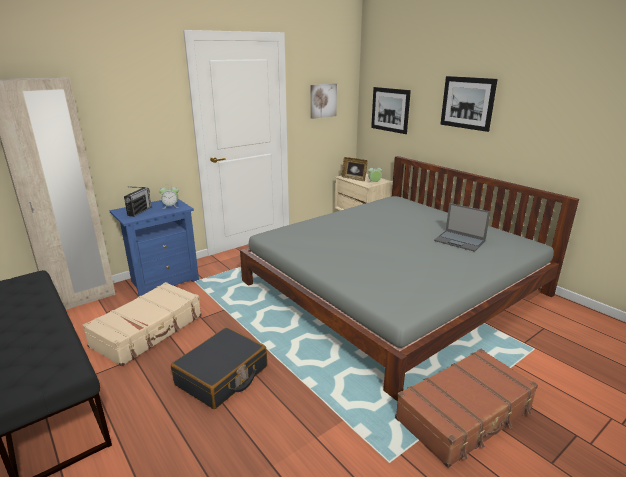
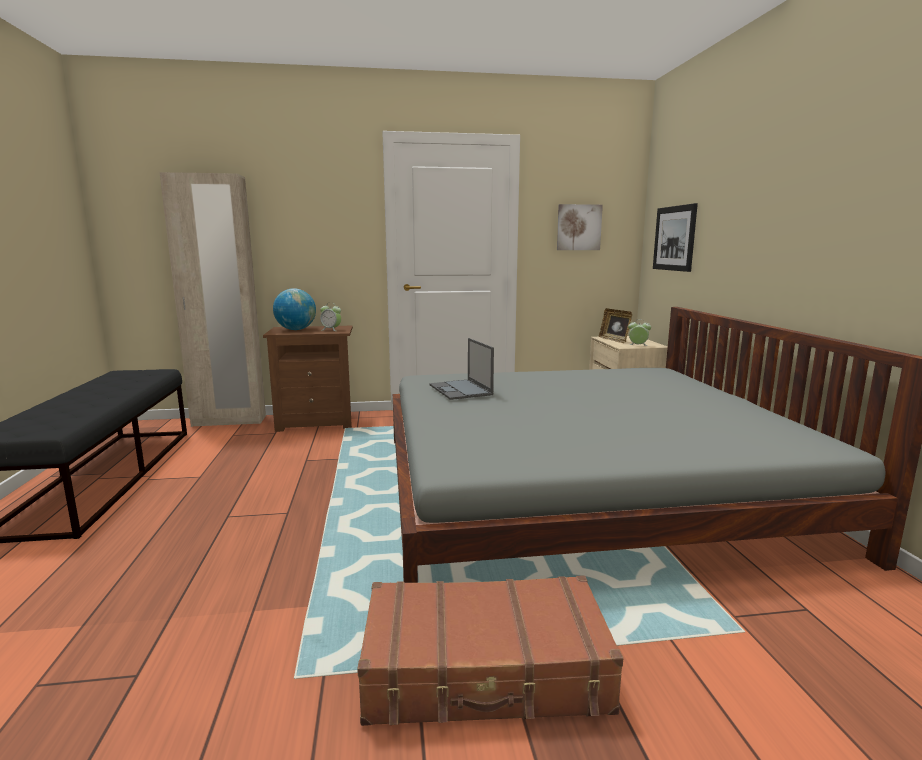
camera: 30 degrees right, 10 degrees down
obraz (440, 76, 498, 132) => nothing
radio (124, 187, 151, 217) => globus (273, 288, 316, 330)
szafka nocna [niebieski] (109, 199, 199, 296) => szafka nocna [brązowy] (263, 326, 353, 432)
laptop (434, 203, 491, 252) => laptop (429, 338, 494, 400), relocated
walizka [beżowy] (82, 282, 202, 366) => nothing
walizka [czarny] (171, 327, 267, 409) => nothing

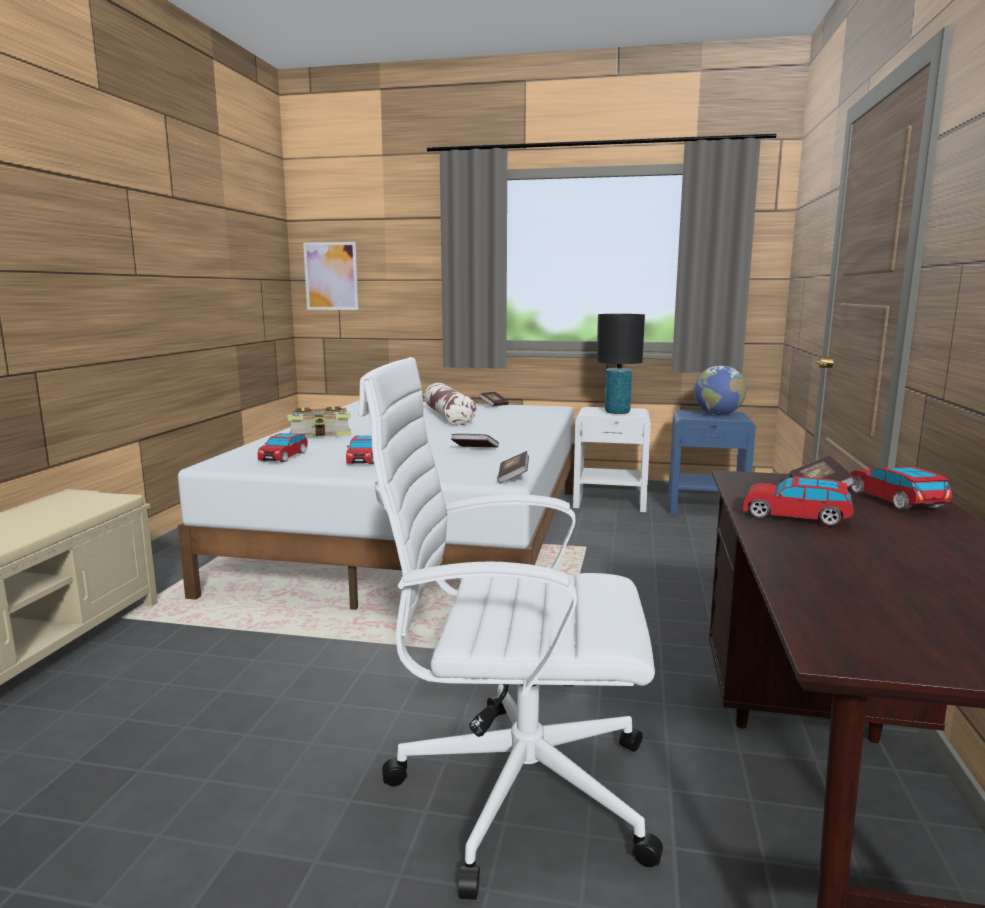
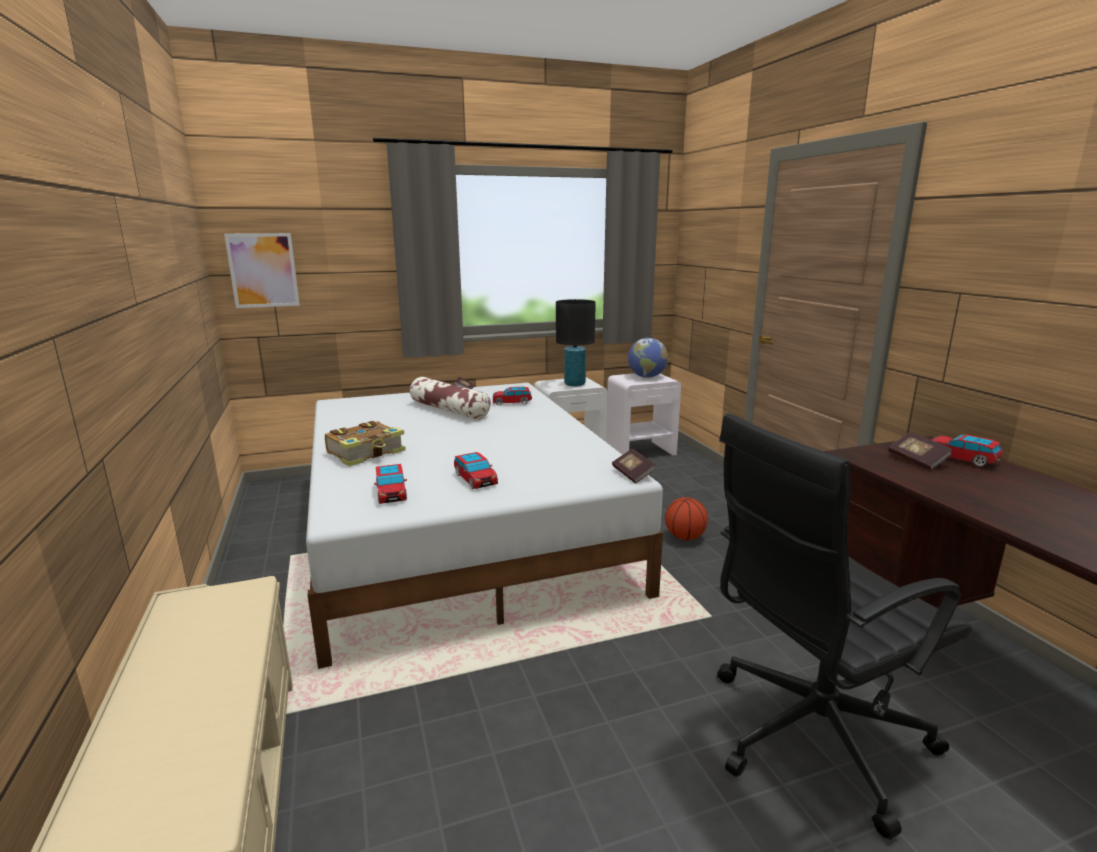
camera: 30 degrees left, 5 degrees up
krzesło biurowe [biały] (358, 357, 663, 900) => krzesło biurowe [czarny] (717, 413, 971, 840)
szafka nocna [niebieski] (668, 410, 756, 515) => szafka nocna [biały] (606, 373, 681, 455)
książka (451, 434, 499, 447) => nothing
samochodzik (743, 476, 854, 526) => samochodzik (493, 387, 532, 405), relocated
nothing => piłka do koszykówki (665, 497, 708, 540)

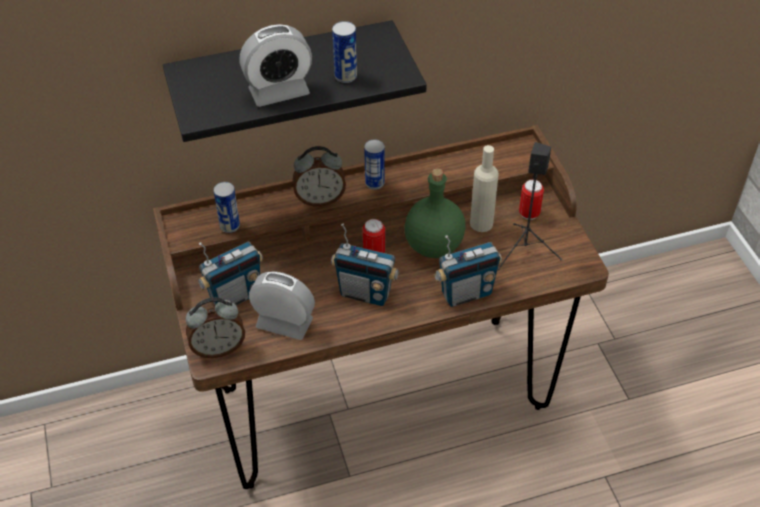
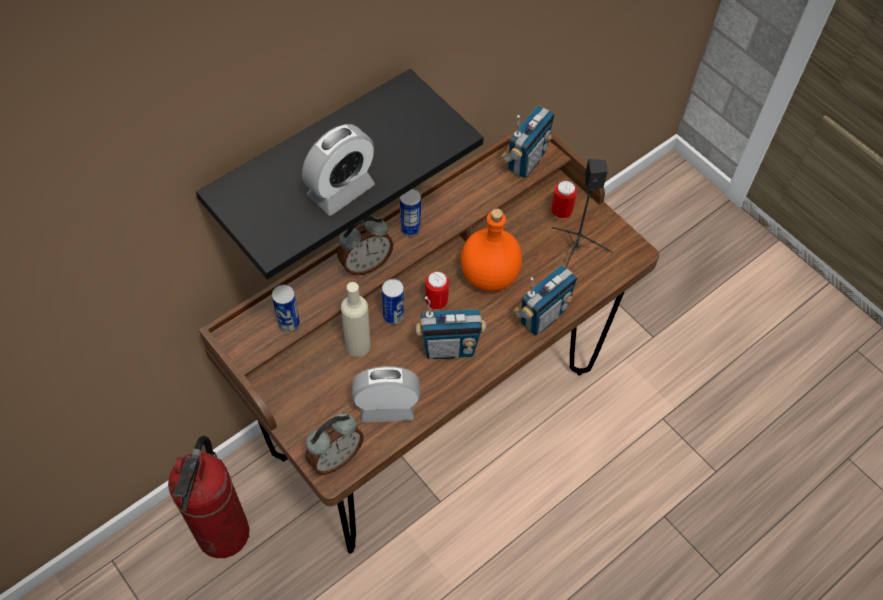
camera: 25 degrees left, 10 degrees up
puszka (332, 21, 357, 83) => puszka (382, 279, 404, 325), relocated
butelka [beżowy] (470, 145, 499, 232) => butelka [beżowy] (341, 282, 371, 357), relocated
butelka [zielony] (405, 168, 465, 258) => butelka [pomarańczowy] (461, 208, 522, 291)
radio (198, 242, 263, 306) => radio (501, 105, 554, 178), relocated
nothing => gaśnica (168, 436, 250, 558)

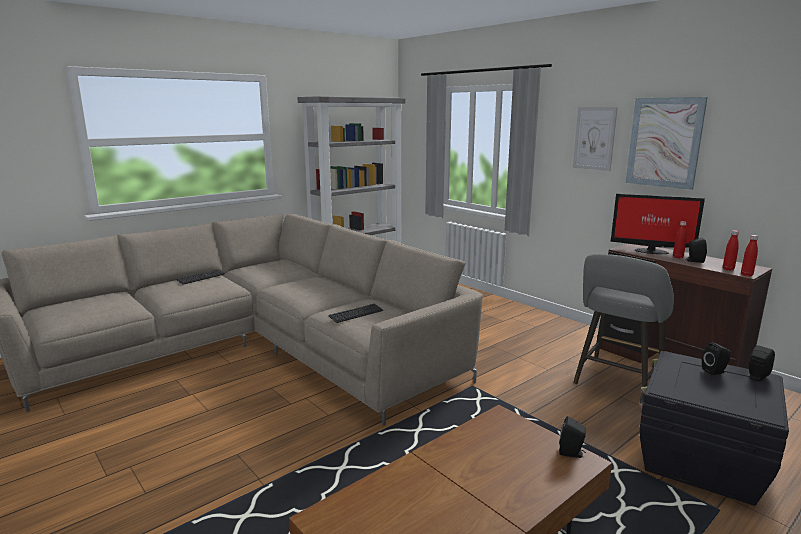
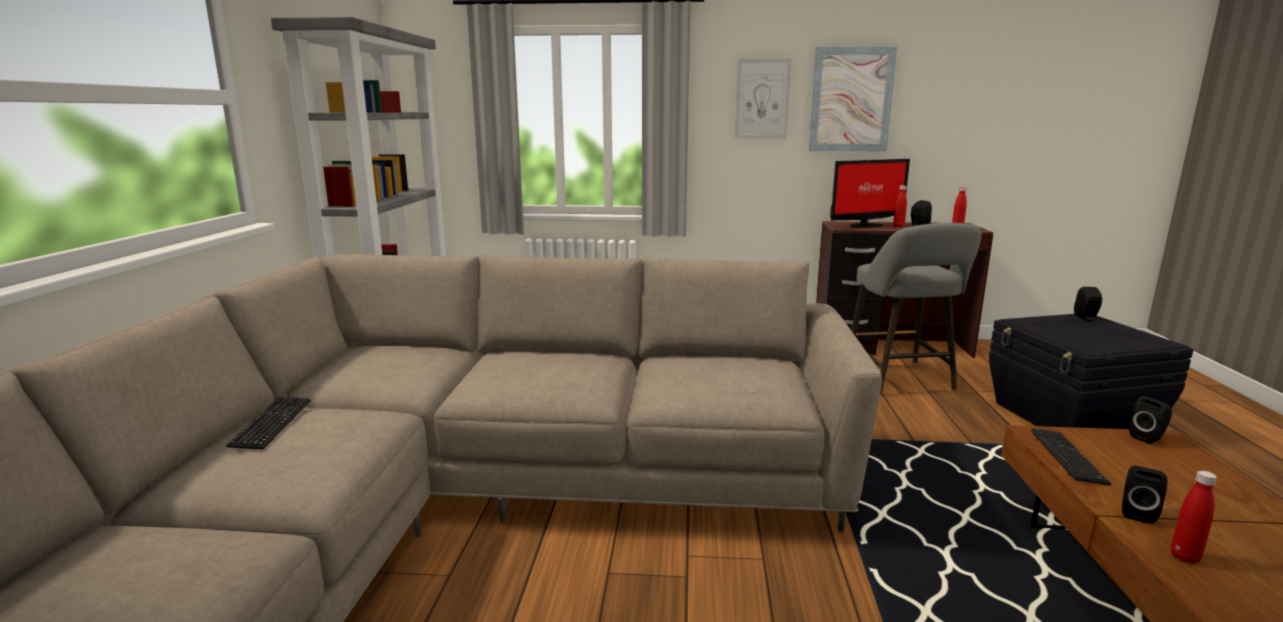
camera: 45 degrees left, 0 degrees up
butelka [czerwony] (741, 235, 758, 277) => butelka [czerwony] (1171, 471, 1217, 564), relocated
klawiatura (328, 304, 383, 323) => klawiatura (1031, 428, 1111, 485), relocated
głośnik [czarny] (702, 342, 731, 375) => głośnik [czarny] (1122, 466, 1167, 524), relocated

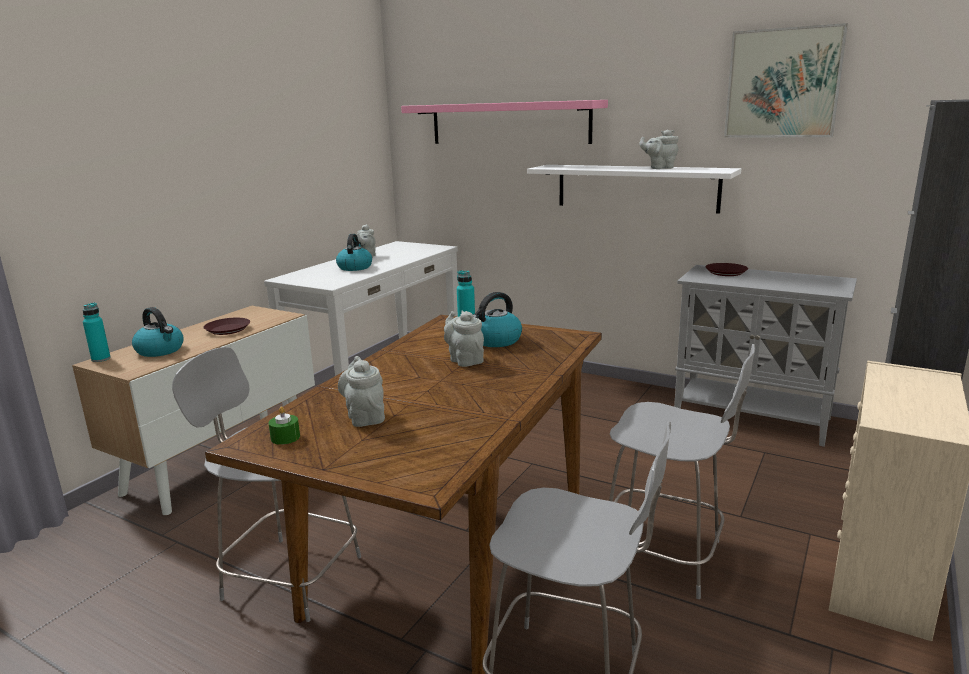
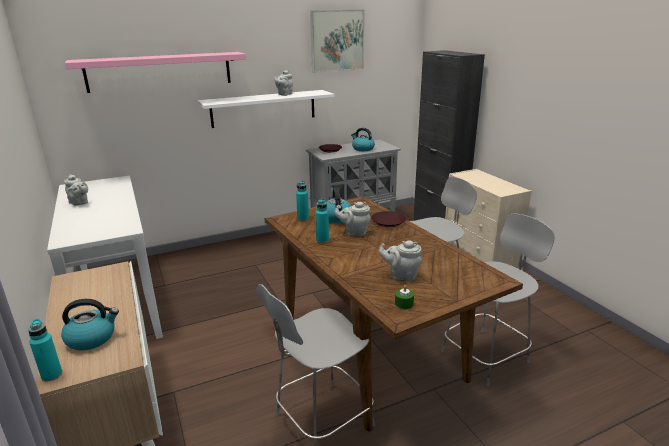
camera: 55 degrees left, 5 degrees up
czajnik (336, 234, 372, 271) => czajnik (351, 128, 375, 151), relocated
talerz [brązowy] (203, 318, 250, 335) => talerz [brązowy] (371, 211, 406, 227), relocated
nothing => butelka [turkusowy] (315, 199, 329, 243)

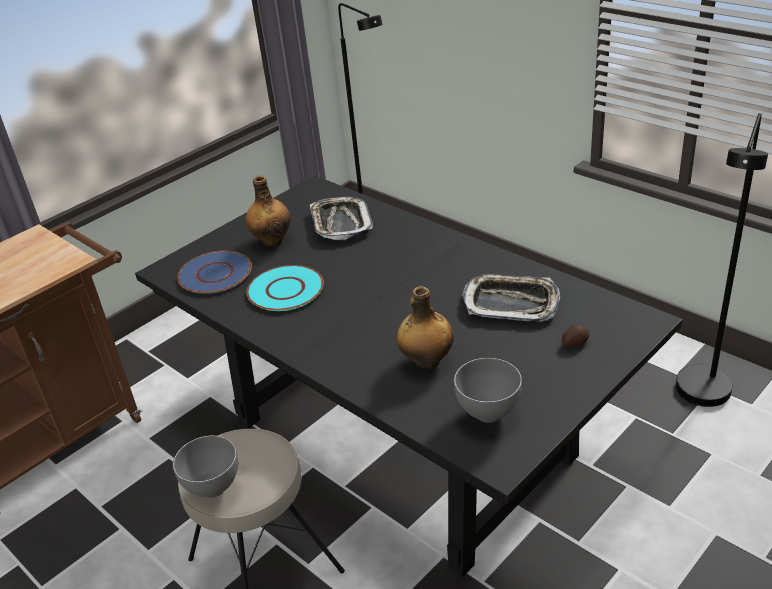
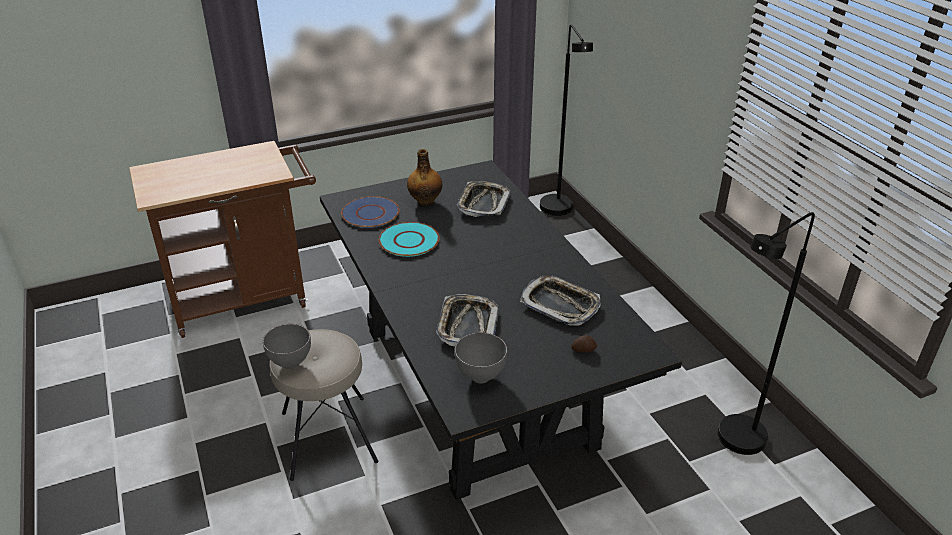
camera: 20 degrees right, 0 degrees up
butelka (397, 286, 454, 369) => taca (436, 294, 499, 347)

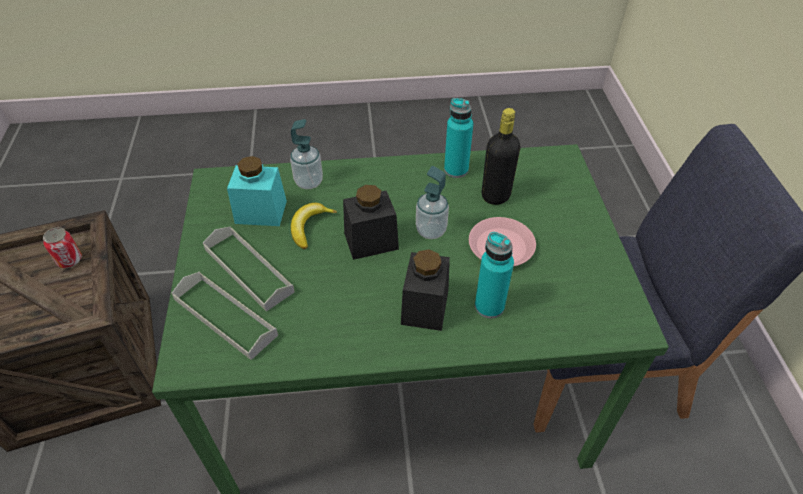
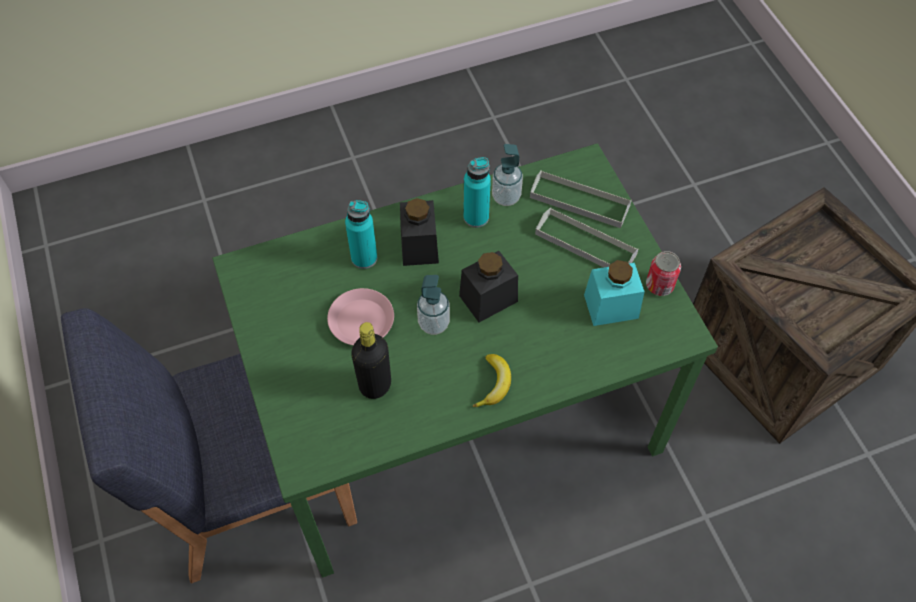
camera: 165 degrees right, 10 degrees up
butelka [turkusowy] (444, 98, 473, 178) => butelka [turkusowy] (463, 157, 491, 228), relocated
dozownik mydła (290, 119, 323, 189) => dozownik mydła (492, 144, 523, 206), relocated
banan (291, 203, 337, 249) => banan (473, 354, 511, 407), relocated
puszka (43, 227, 82, 268) => puszka (646, 251, 681, 296), relocated

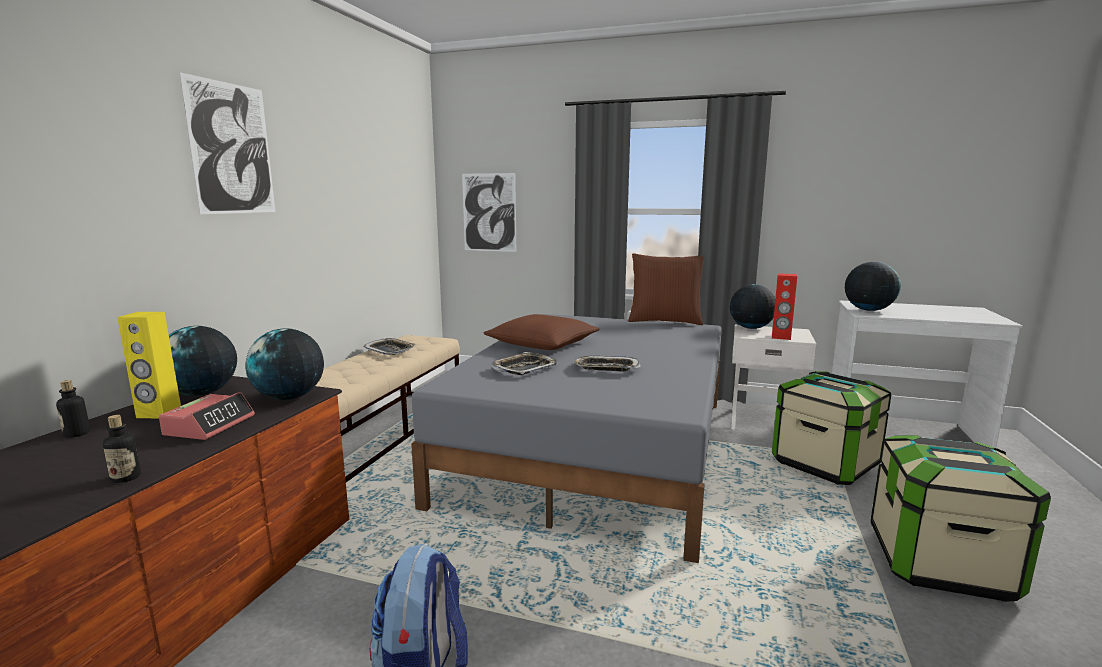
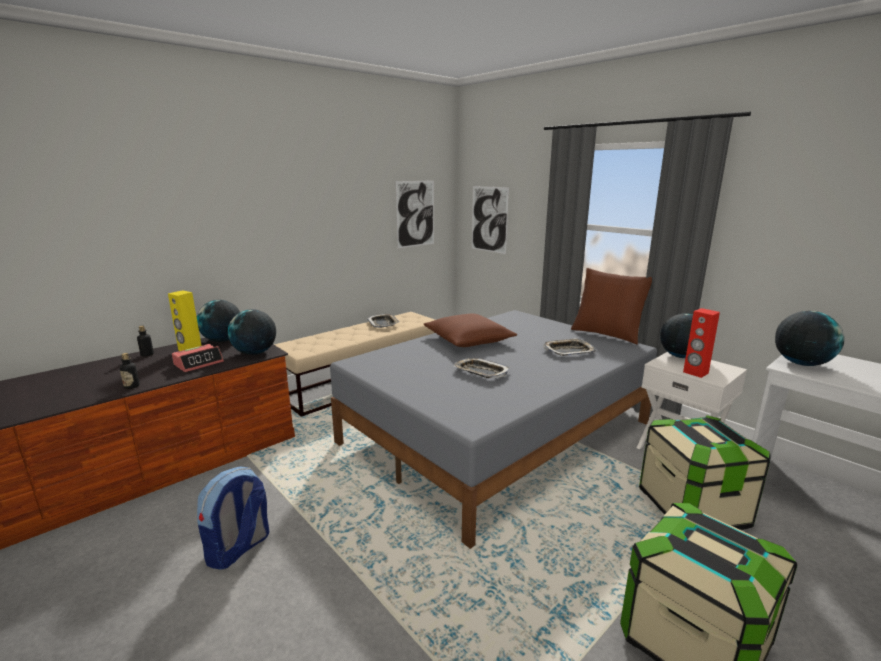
camera: 30 degrees right, 5 degrees up
obraz (179, 72, 275, 214) => obraz (396, 180, 434, 248), relocated
taca (491, 352, 558, 375) => taca (543, 338, 596, 356), relocated

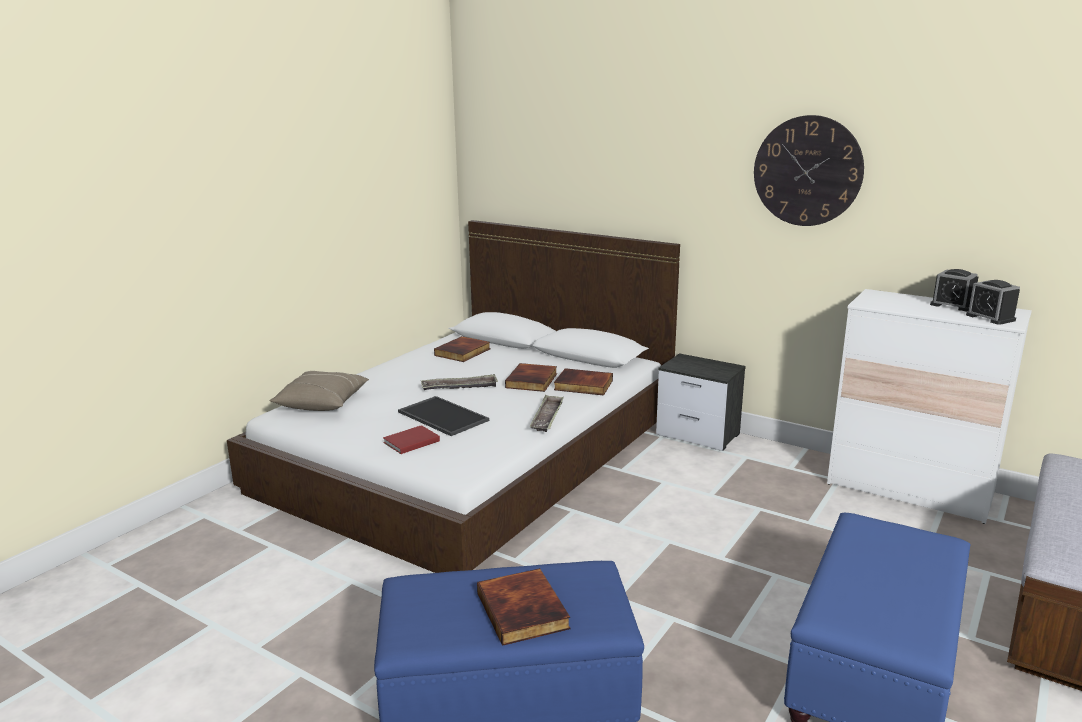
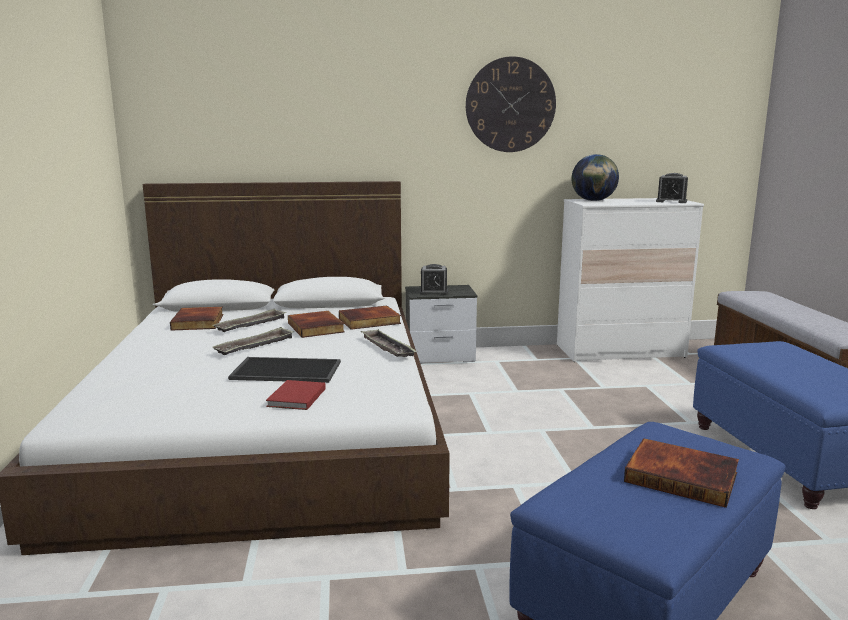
camera: 40 degrees left, 5 degrees down
budzik (930, 269, 979, 311) => budzik (420, 264, 448, 295), relocated
poduszka [beżowy] (269, 371, 369, 411) => nothing
nothing => globus (572, 154, 619, 201)
nothing => taca (213, 309, 286, 332)

